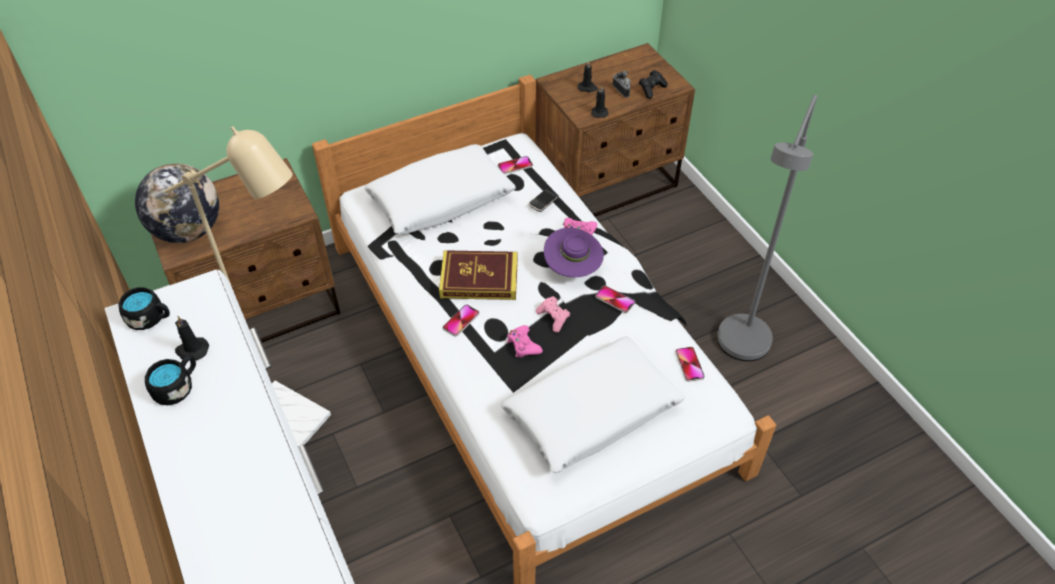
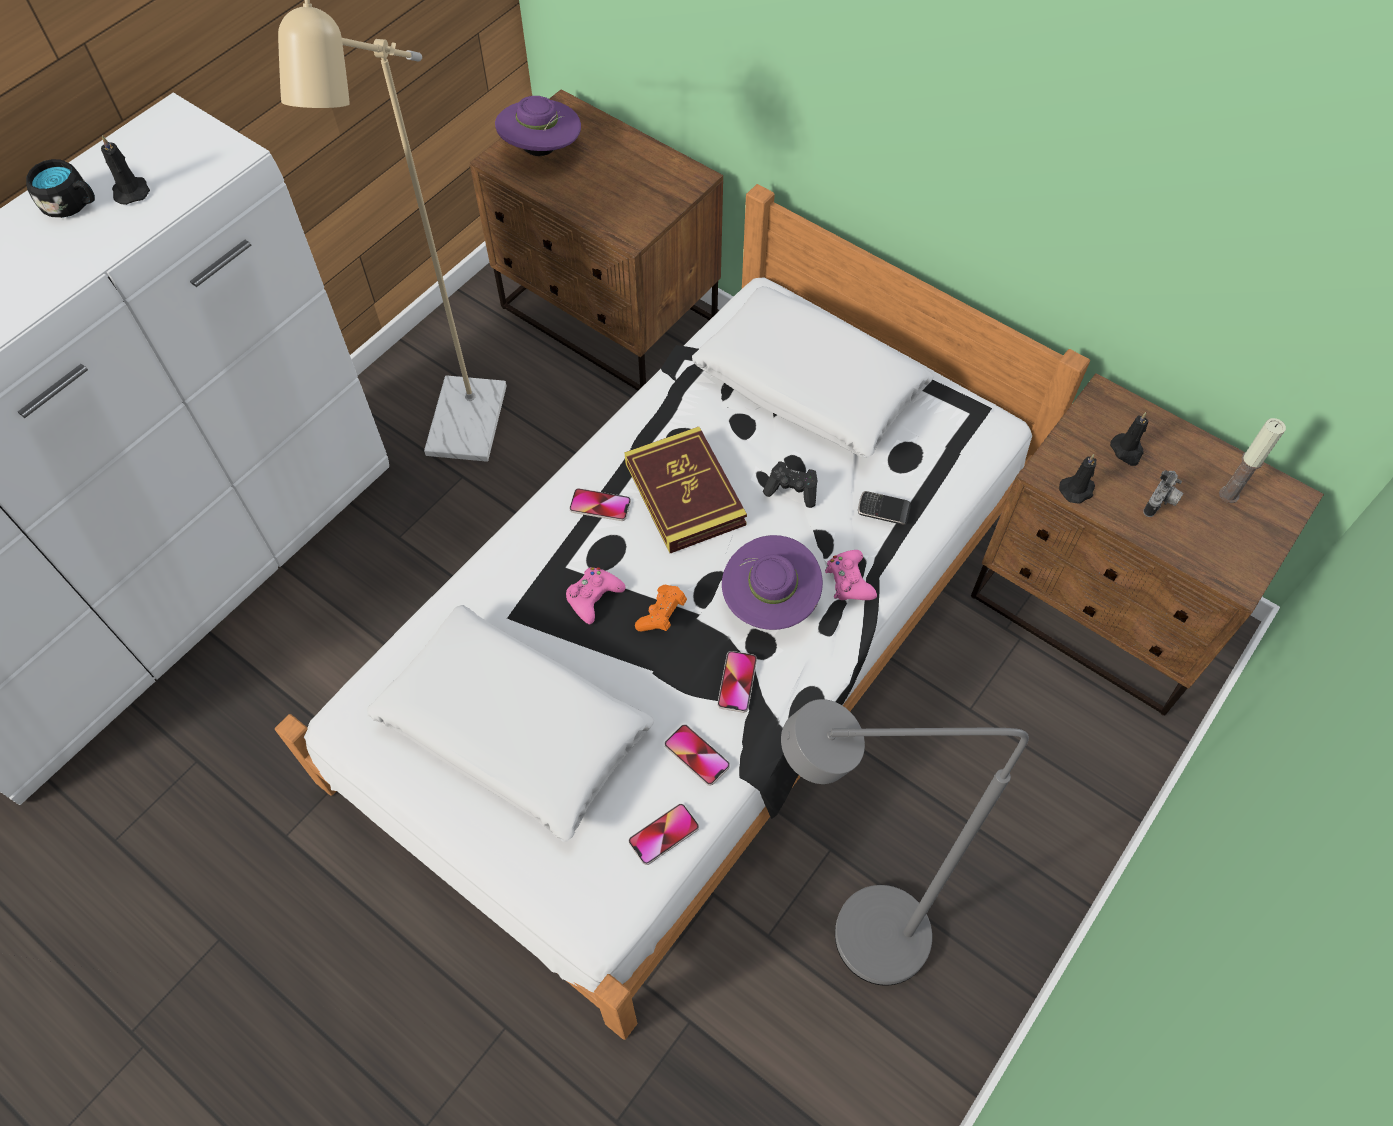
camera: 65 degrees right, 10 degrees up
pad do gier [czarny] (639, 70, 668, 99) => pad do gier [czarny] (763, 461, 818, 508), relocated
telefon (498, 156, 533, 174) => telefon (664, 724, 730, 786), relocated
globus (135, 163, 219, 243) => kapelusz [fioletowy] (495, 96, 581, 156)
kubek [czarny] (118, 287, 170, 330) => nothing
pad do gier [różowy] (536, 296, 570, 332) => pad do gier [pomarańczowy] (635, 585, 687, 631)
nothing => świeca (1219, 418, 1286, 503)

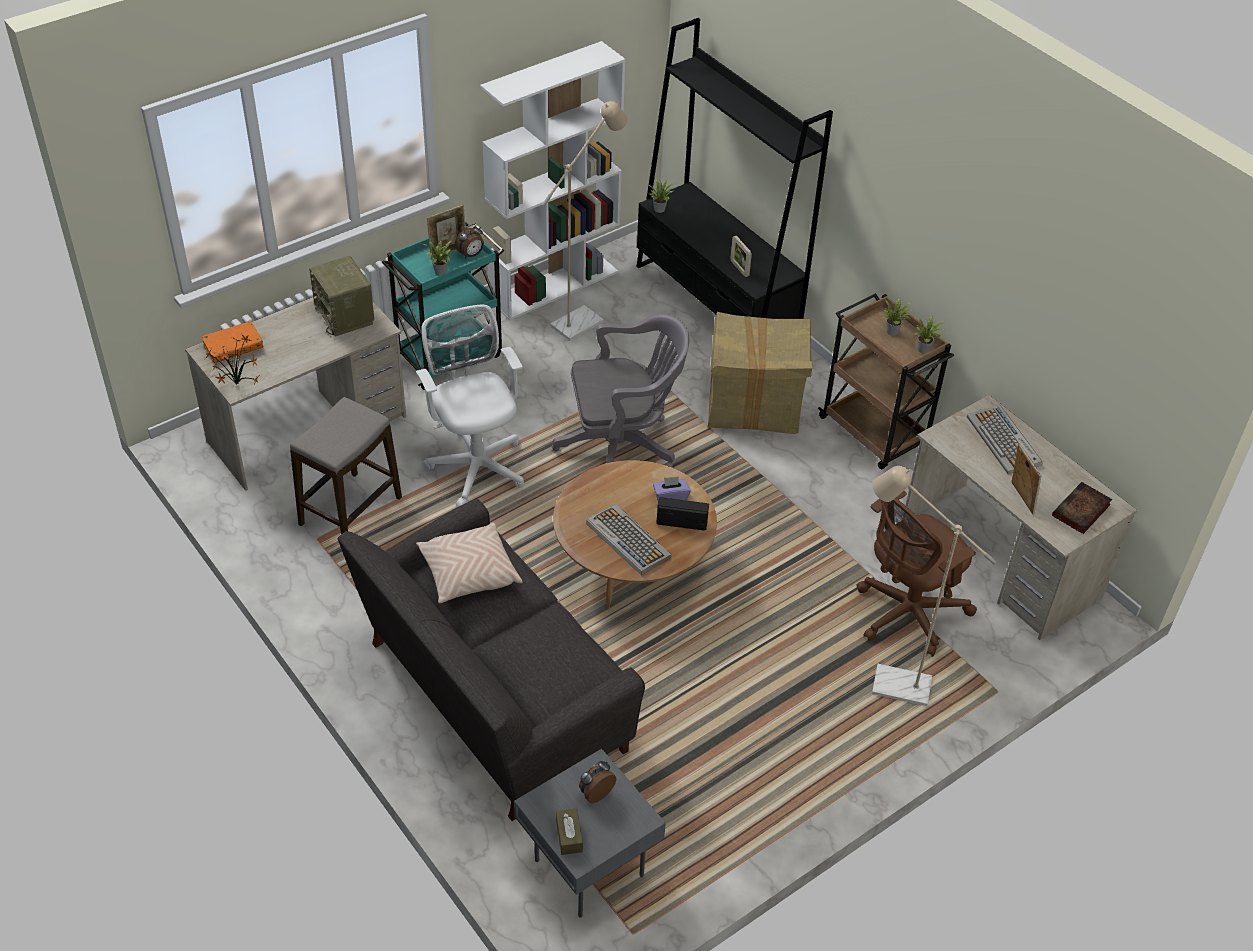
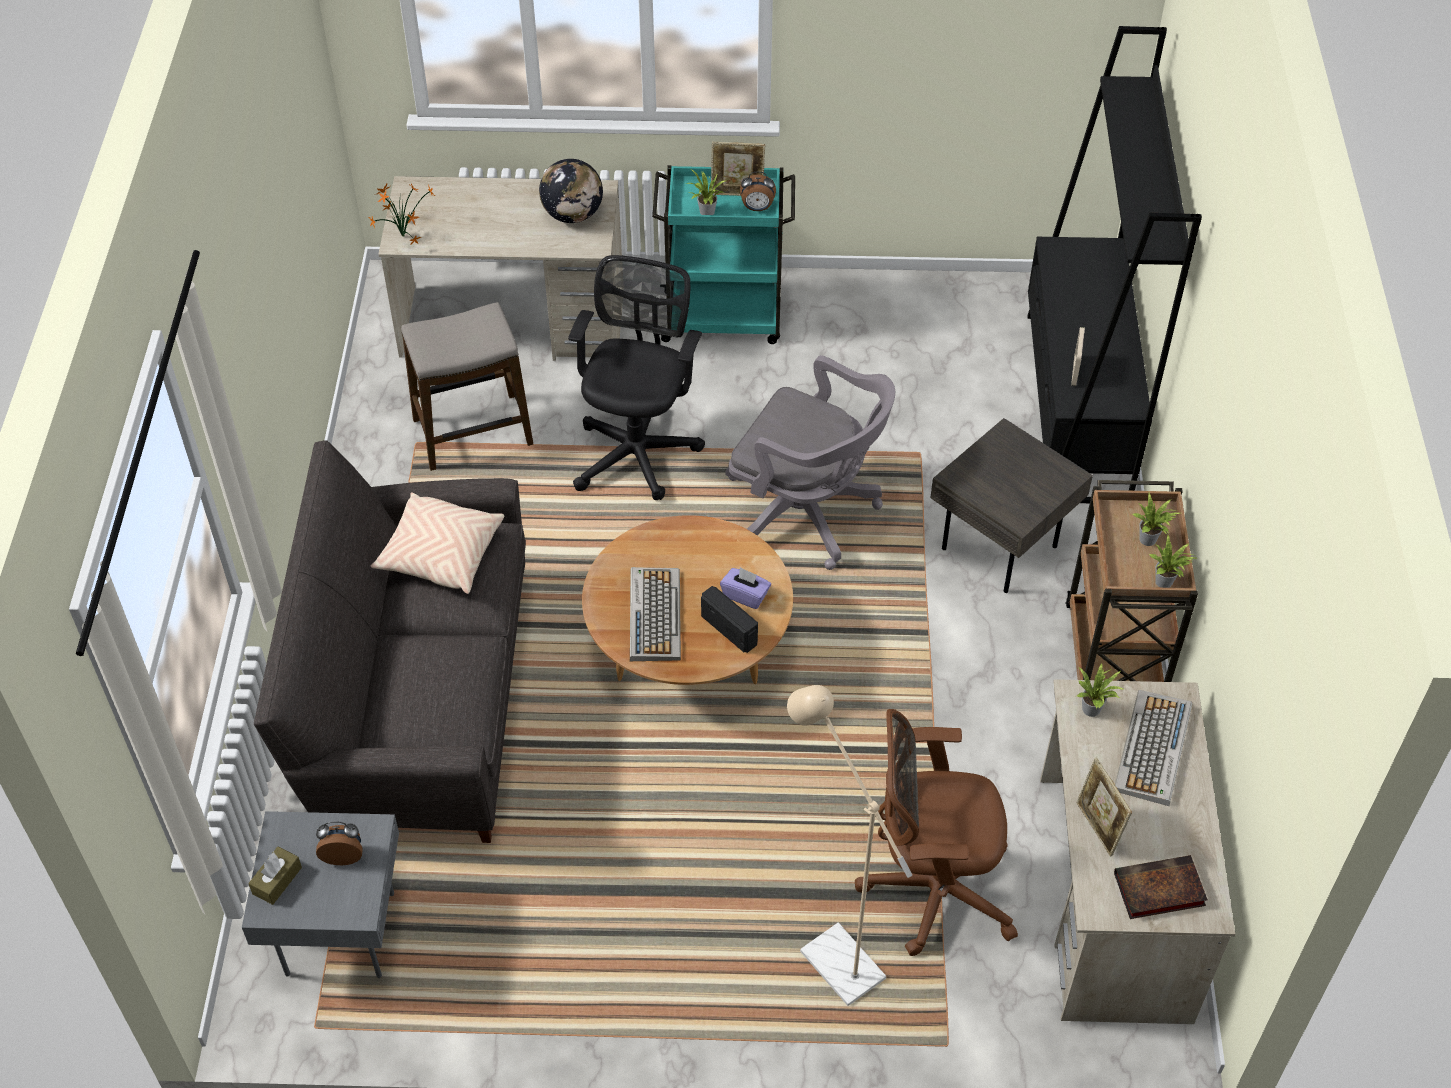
camera: 40 degrees right, 5 degrees up
regał [biały] (480, 41, 625, 321) => nothing
lampa stojąca [beżowy] (542, 101, 628, 341) => nothing
roślina doniczkowa (649, 178, 676, 213) => roślina doniczkowa (1077, 663, 1125, 717), relocated
radio (309, 256, 374, 337) => globus (539, 159, 603, 223)
krzesło biurowe [biały] (416, 305, 524, 507) => krzesło biurowe [czarny] (568, 255, 705, 500)
karton (708, 312, 812, 434) => stolik [szary] (930, 418, 1093, 593)
książka [pomarańczowy] (201, 322, 263, 363) => nothing
ramka na zdjęcie (1012, 443, 1042, 515) => ramka na zdjęcie (1076, 757, 1132, 857), 135 degrees clockwise

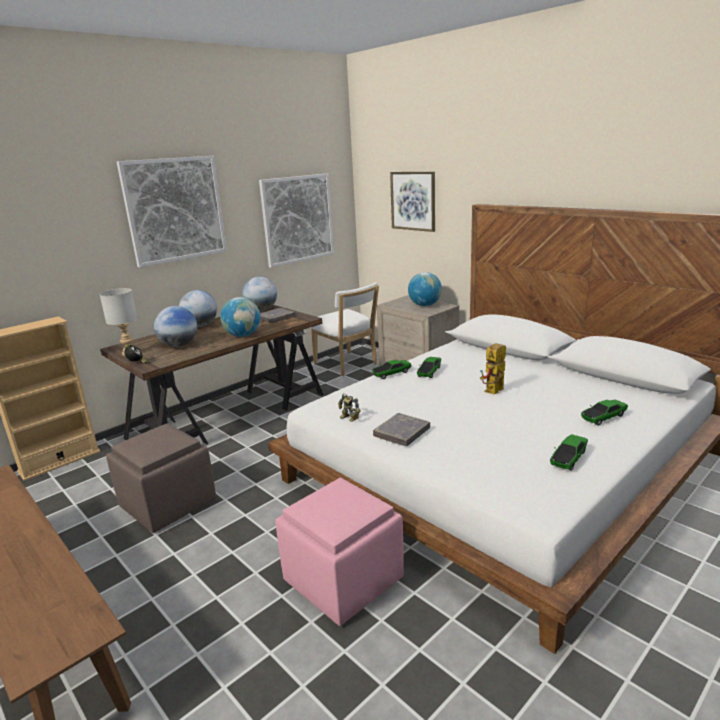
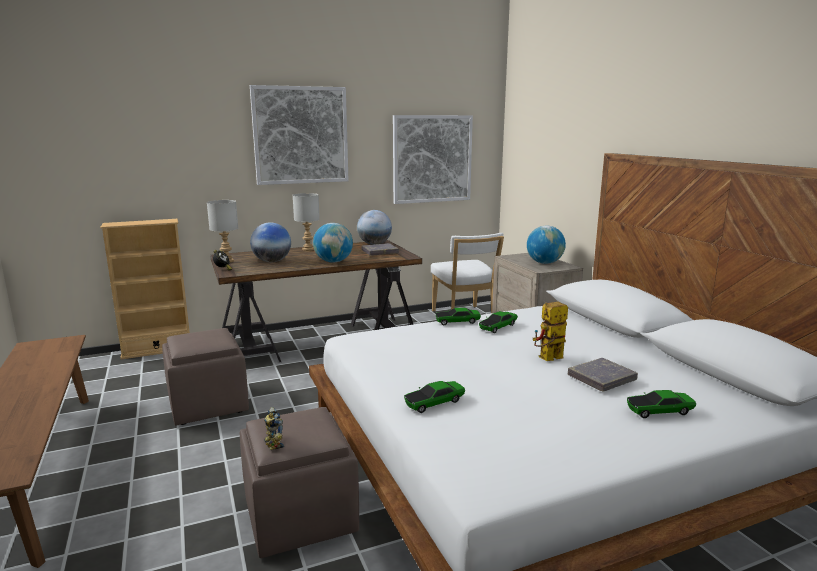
camera: 20 degrees right, 5 degrees down
obraz (390, 172, 435, 232) => nothing
globus (179, 290, 217, 327) => lampa stołowa [szary] (293, 193, 320, 251)
robot zabawkowy (338, 393, 361, 422) => robot zabawkowy (264, 407, 284, 450), relocated
książka [szary] (373, 413, 430, 446) => książka [szary] (568, 358, 638, 391), relocated
samochodzik (550, 434, 588, 471) => samochodzik (404, 381, 465, 413), relocated
pufa [różowy] (275, 478, 404, 626) => pufa [brązowy] (240, 407, 359, 558)

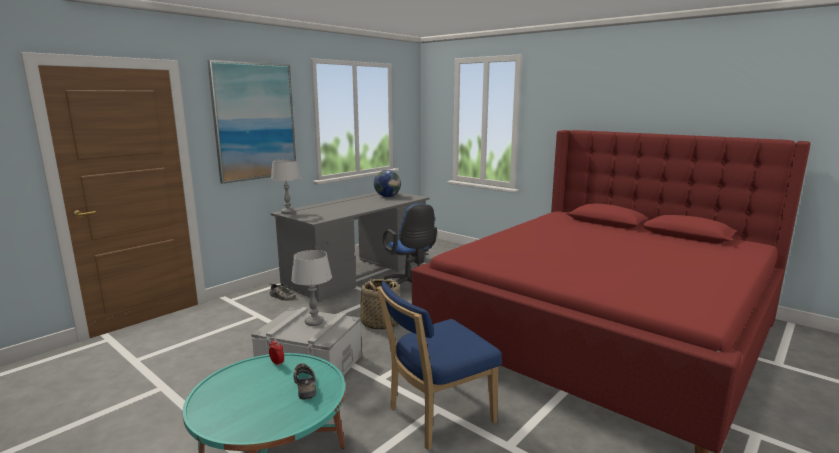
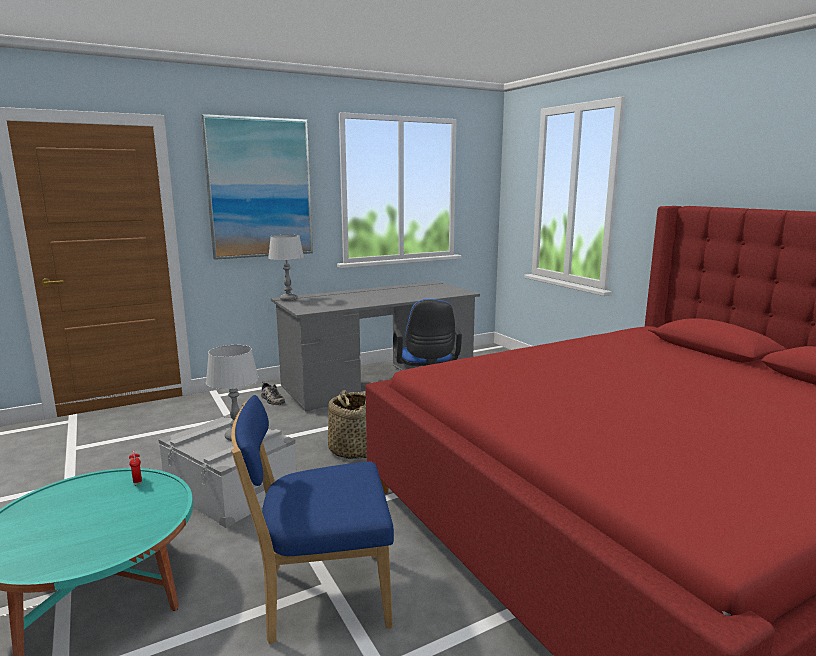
camera: 20 degrees right, 0 degrees up
globus (374, 170, 401, 197) => nothing
but (293, 363, 316, 400) => nothing

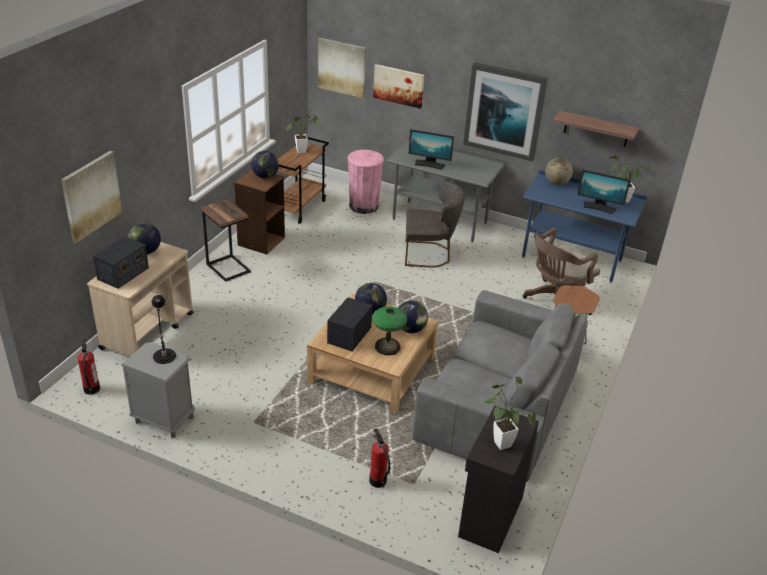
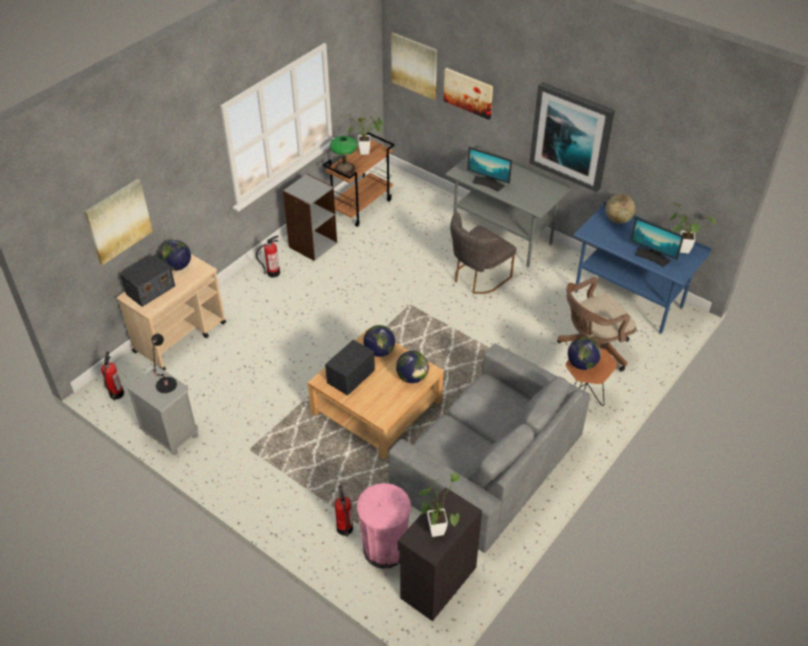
camera: 15 degrees right, 10 degrees up
półka (553, 110, 639, 147) => nothing
kosz na śmieci [różowy] (348, 150, 384, 214) => kosz na śmieci [różowy] (357, 483, 411, 569), relocated
globus (251, 151, 279, 179) => globus (568, 337, 601, 370), relocated
regał [brązowy] (234, 170, 285, 254) => regał [szary] (282, 174, 337, 261)
krzesło [szary] (405, 180, 465, 268) => krzesło [szary] (450, 212, 517, 294), 120 degrees clockwise
stolik (201, 199, 251, 282) => gaśnica (256, 235, 280, 278)
lampa stołowa (372, 306, 407, 355) => lampa stołowa (330, 136, 358, 175), relocated

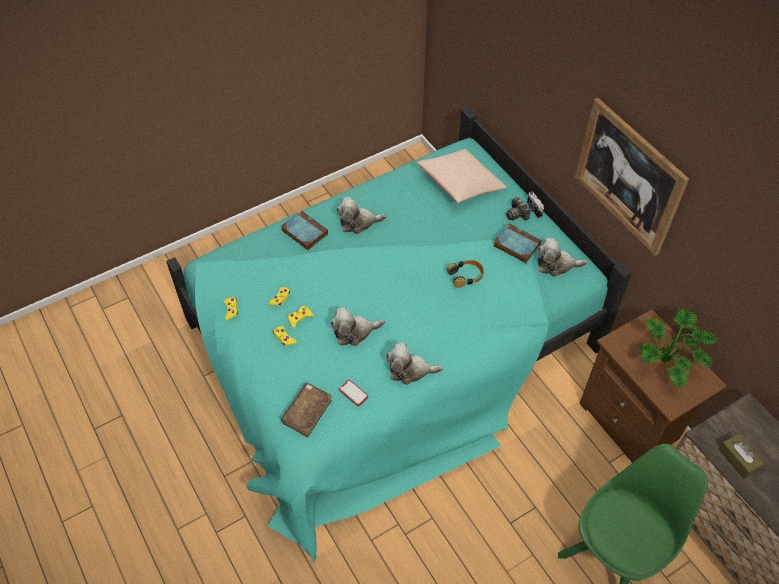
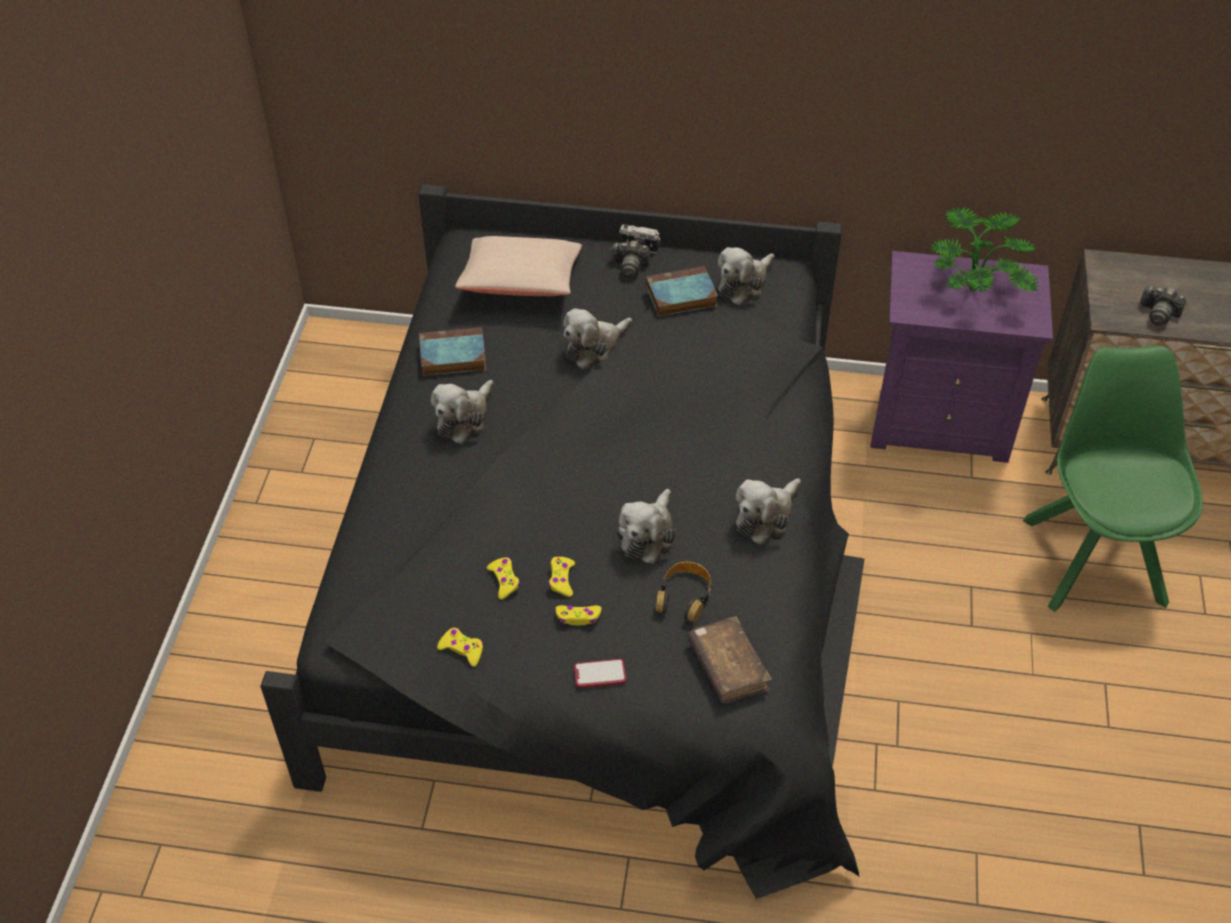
camera: 50 degrees left, 5 degrees down
obraz (575, 98, 689, 256) => nothing
łóżko [turkusowy] (166, 107, 632, 562) => łóżko [czarny] (260, 184, 864, 899)
książka (282, 210, 328, 250) => książka (419, 327, 486, 376), relocated
słuchawki (447, 260, 484, 288) => słuchawki (656, 562, 711, 622), relocated
szafka nocna [brązowy] (579, 309, 727, 463) => szafka nocna [fioletowy] (870, 251, 1053, 463)
telefon (339, 380, 368, 406) => telefon (574, 659, 626, 688), relocated
pudełko chusteczek [brązowy] (719, 434, 764, 479) => aparat fotograficzny (1140, 286, 1186, 326)
nothing => pluszak (563, 308, 632, 369)

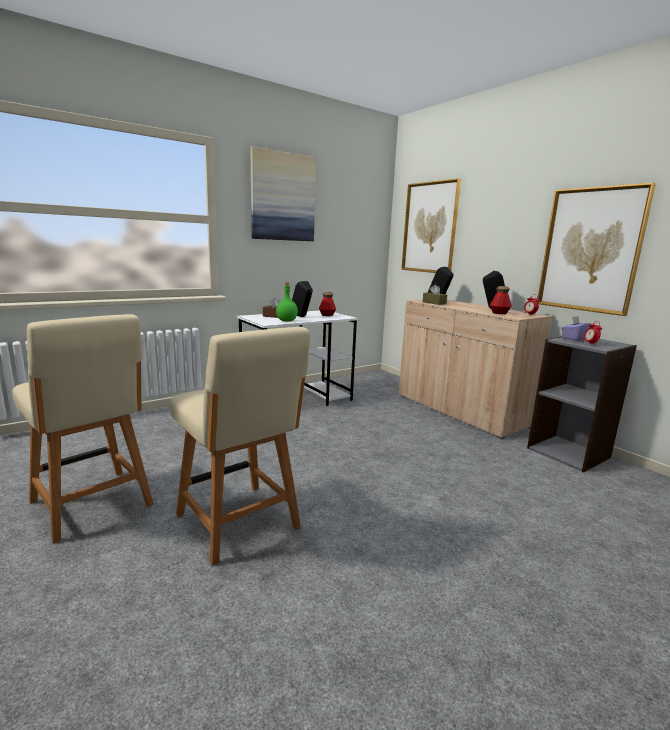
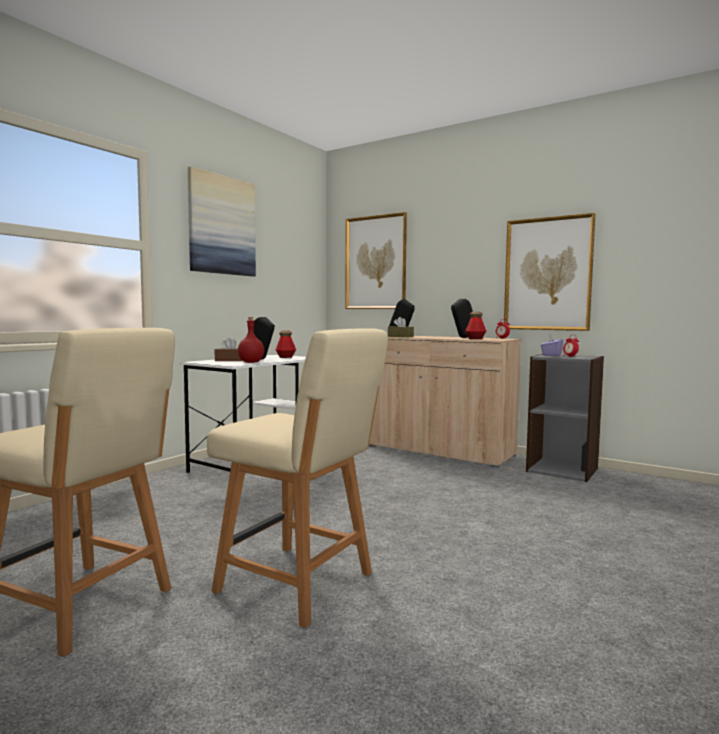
camera: 20 degrees left, 10 degrees down
butelka [zielony] (276, 283, 298, 322) => butelka [czerwony] (238, 317, 264, 363)

